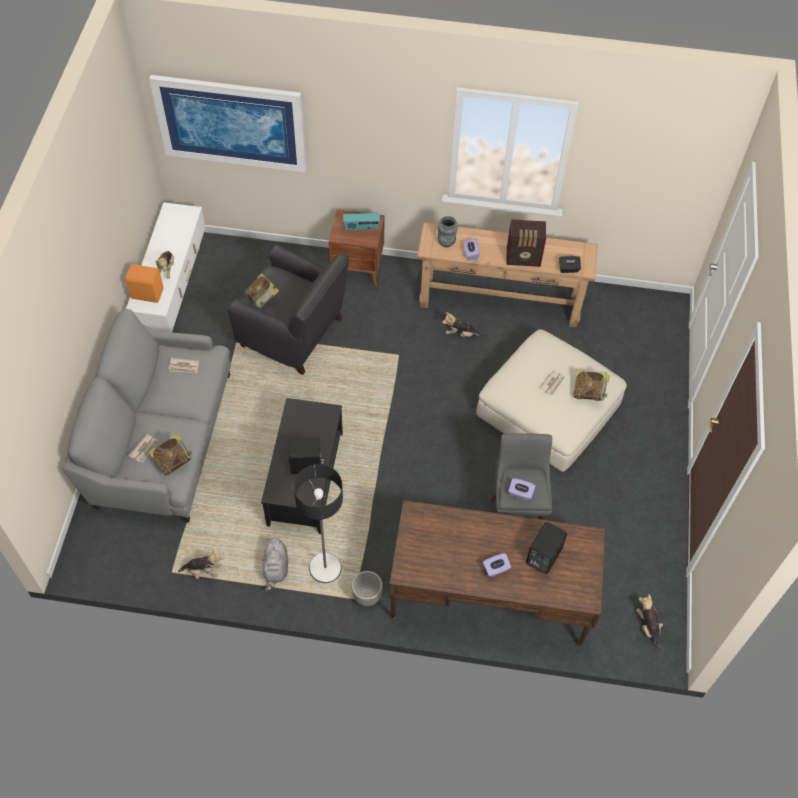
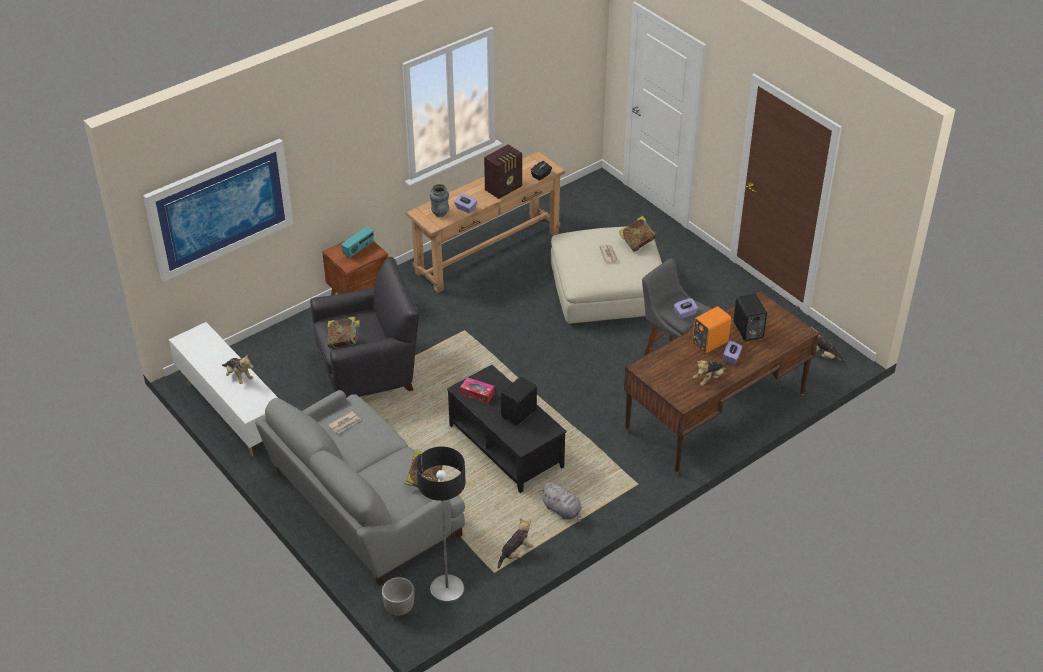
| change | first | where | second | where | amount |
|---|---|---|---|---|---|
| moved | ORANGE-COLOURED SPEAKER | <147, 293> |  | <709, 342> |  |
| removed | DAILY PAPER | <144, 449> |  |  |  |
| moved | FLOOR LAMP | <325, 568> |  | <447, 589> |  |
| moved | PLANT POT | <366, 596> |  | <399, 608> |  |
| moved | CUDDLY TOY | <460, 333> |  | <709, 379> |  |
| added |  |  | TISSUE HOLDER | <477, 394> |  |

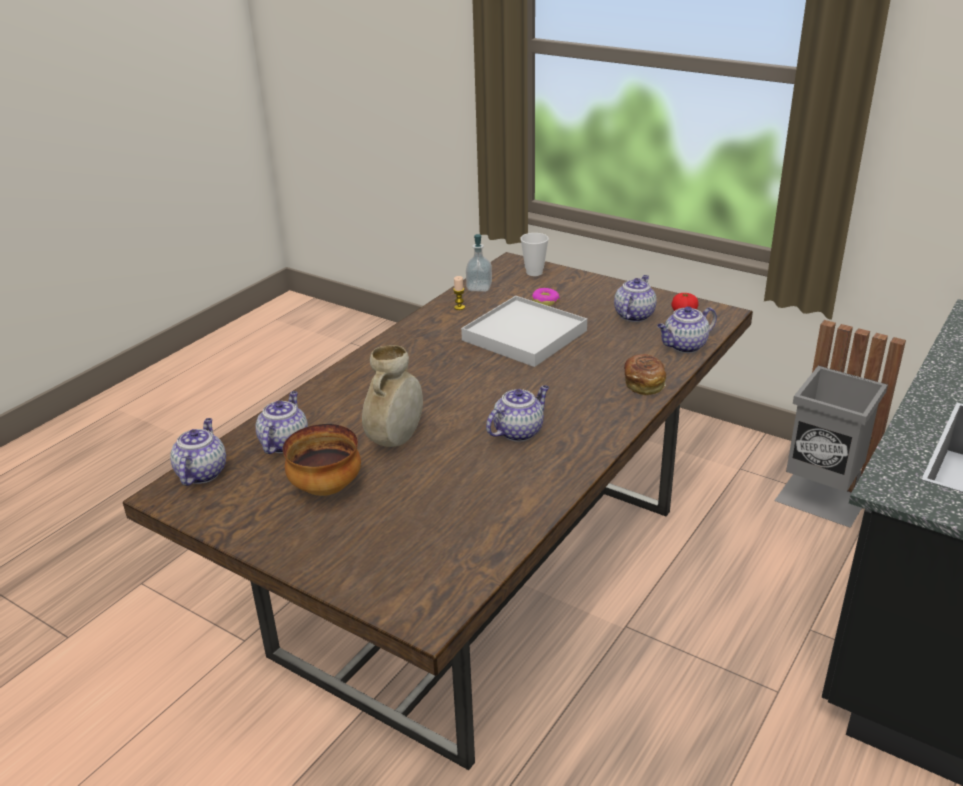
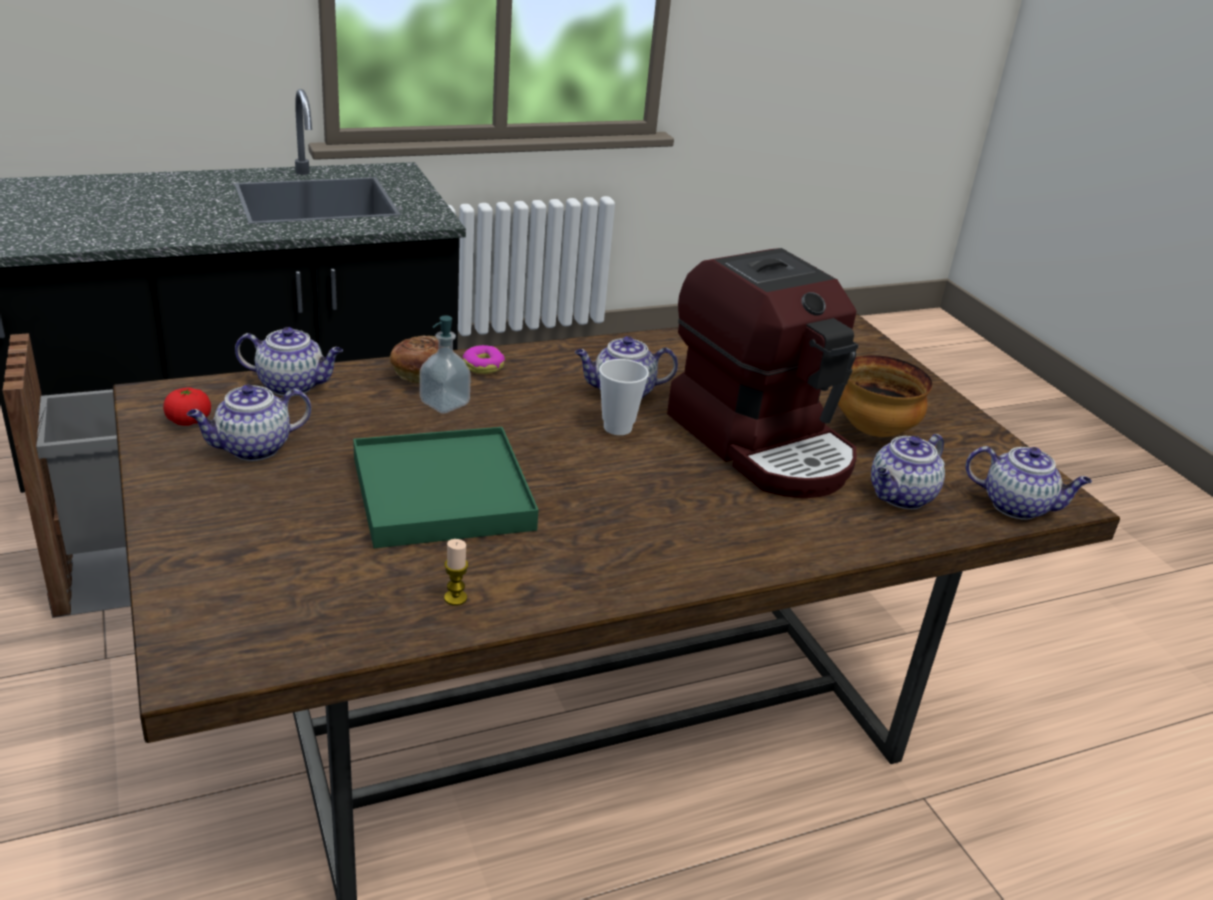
| change | first | where | second | where | amount |
|---|---|---|---|---|---|
| turned | POT FOR TEA | <201, 472> |  | <1017, 506> | 105 degrees counterclockwise |
| replaced | BEIGE-COLOURED FLOWER VASE | <396, 440> | COFFEE MAKER | <762, 442> |  |
| recoloured | WHITE TRAY | <524, 336> | GREEN TRAY | <442, 493> |  |
| moved | SOAP BOTTLE | <479, 287> |  | <444, 403> |  |
| moved | SMALL CUP | <534, 272> |  | <617, 428> |  |
| moved | DONUT | <545, 301> |  | <483, 366> |  |

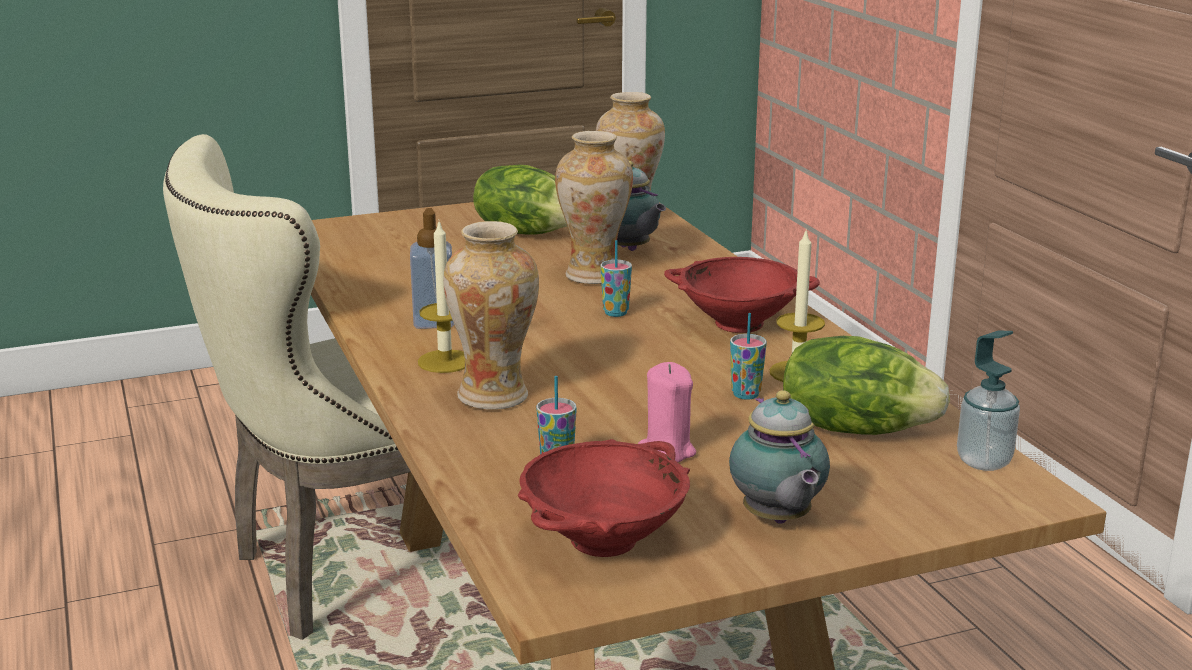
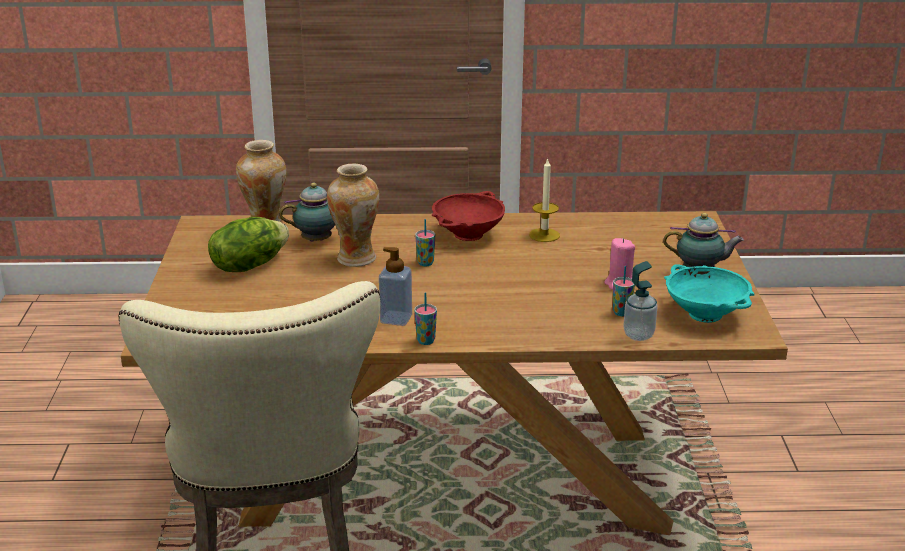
| change | first | where | second | where | amount |
|---|---|---|---|---|---|
| removed | WAX CANDLE | <445, 361> |  |  |  |
| removed | FLOWER VASE | <494, 396> |  |  |  |
| recoloured | RED DEEP DISH | <604, 540> | TURQUOISE DEEP DISH | <705, 314> |  |
| moved | SMALL CUP | <746, 394> |  | <425, 341> |  |
| removed | LETTUCE HEAD | <855, 428> |  |  |  |
| moved | SOAP BOTTLE | <984, 461> |  | <638, 335> |  |

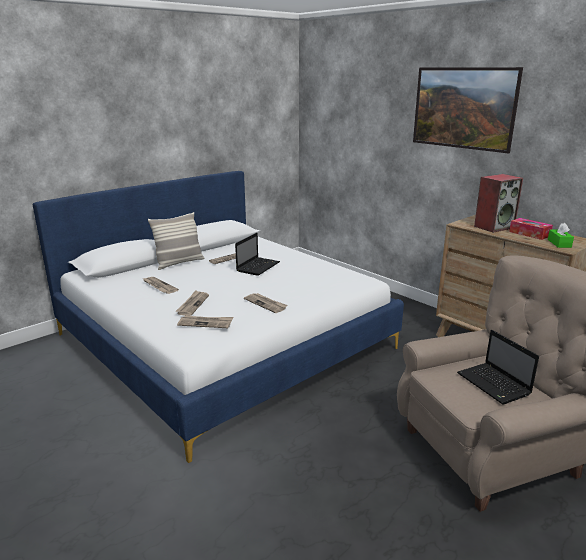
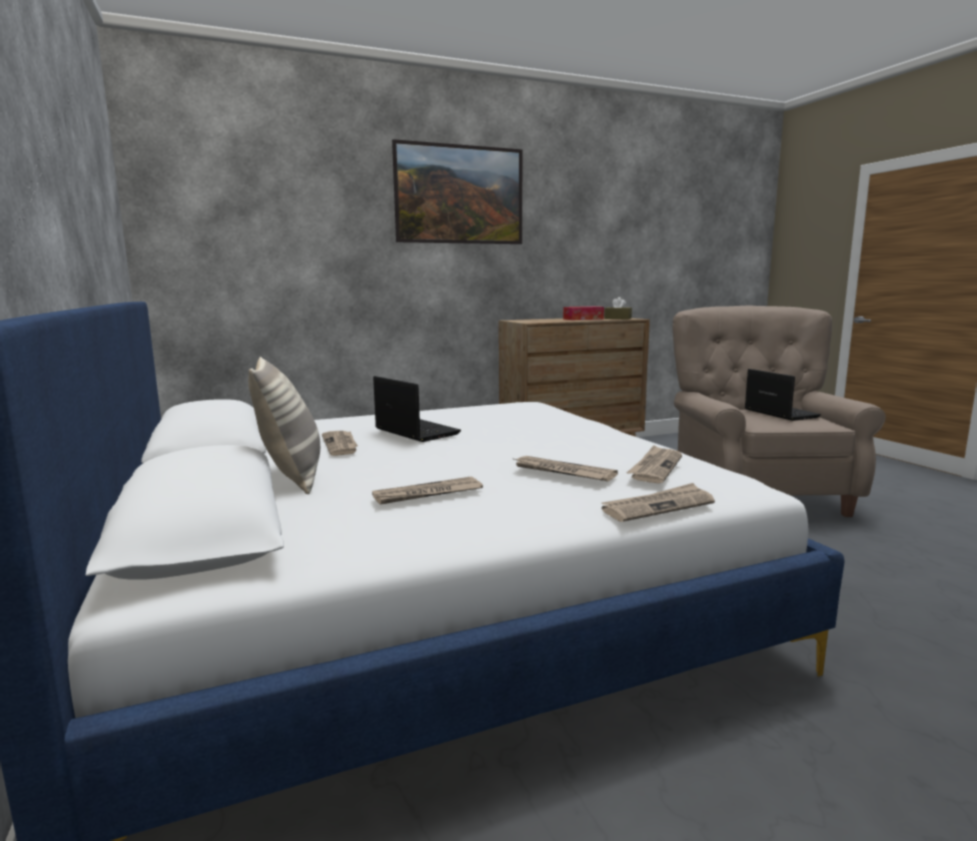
| change | first | where | second | where | amount |
|---|---|---|---|---|---|
| moved | DAILY PAPER | <266, 304> |  | <658, 506> |  |
| turned | LAPTOP | <494, 384> |  | <779, 413> | 105 degrees counterclockwise |
| removed | SPEAKER | <494, 227> |  |  |  |
| recoloured | GREEN TISSUE HOLDER | <559, 243> | BROWN-COLOURED TISSUE HOLDER | <617, 318> |  |

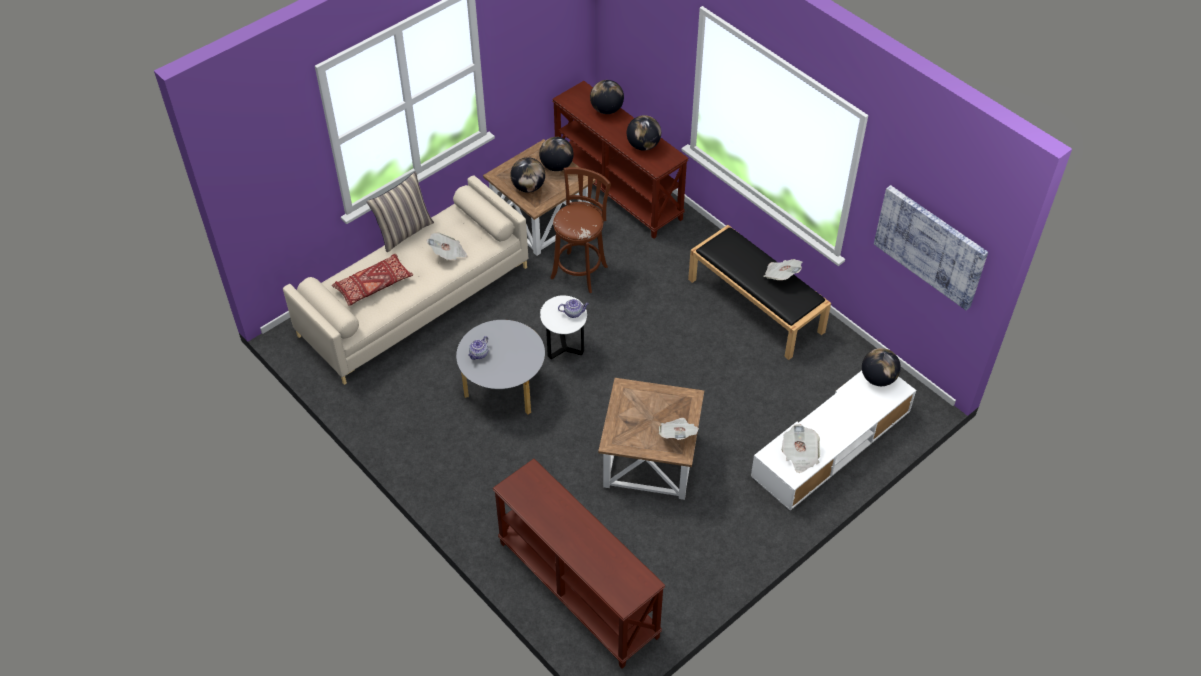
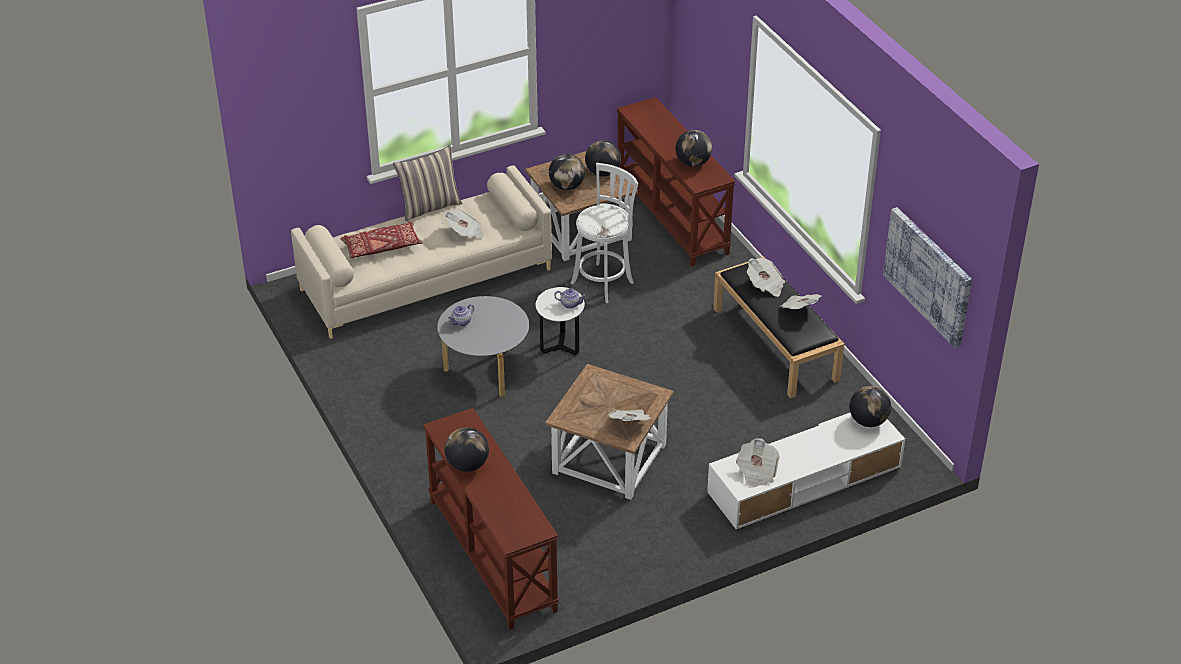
| change | first | where | second | where | amount |
|---|---|---|---|---|---|
| recoloured | BROWN-COLOURED STOOL SEAT | <580, 270> | WHITE STOOL SEAT | <604, 281> |  |
| moved | GLOBE | <606, 110> |  | <467, 465> |  |
| added |  |  | DAILY PAPER | <765, 285> |  |

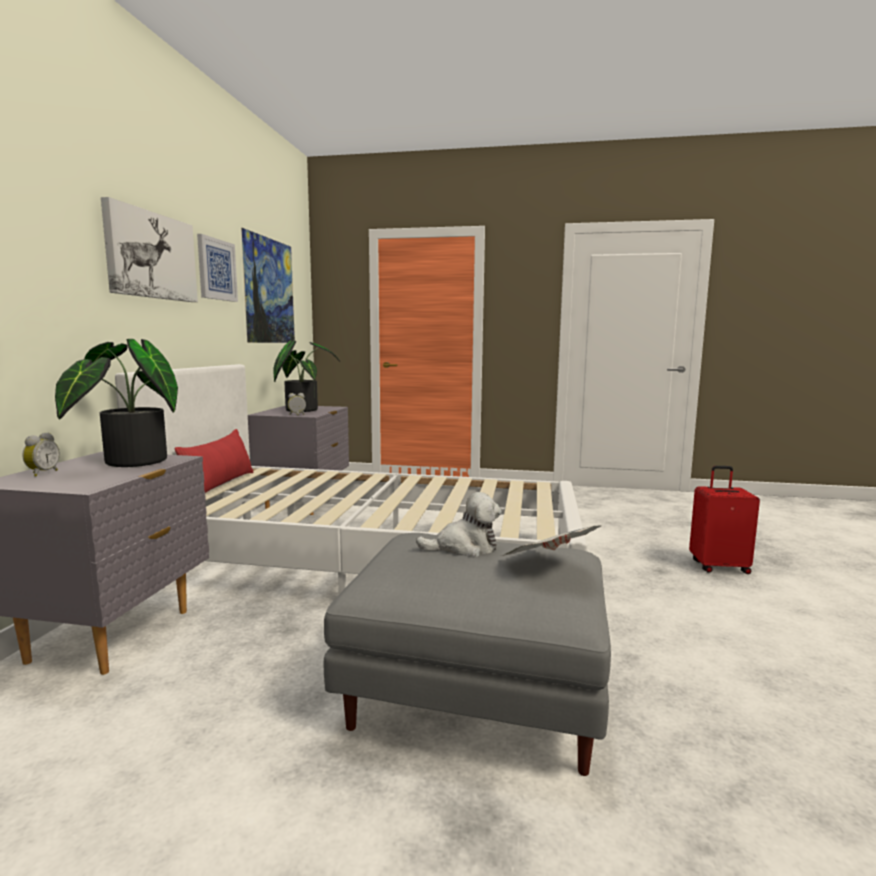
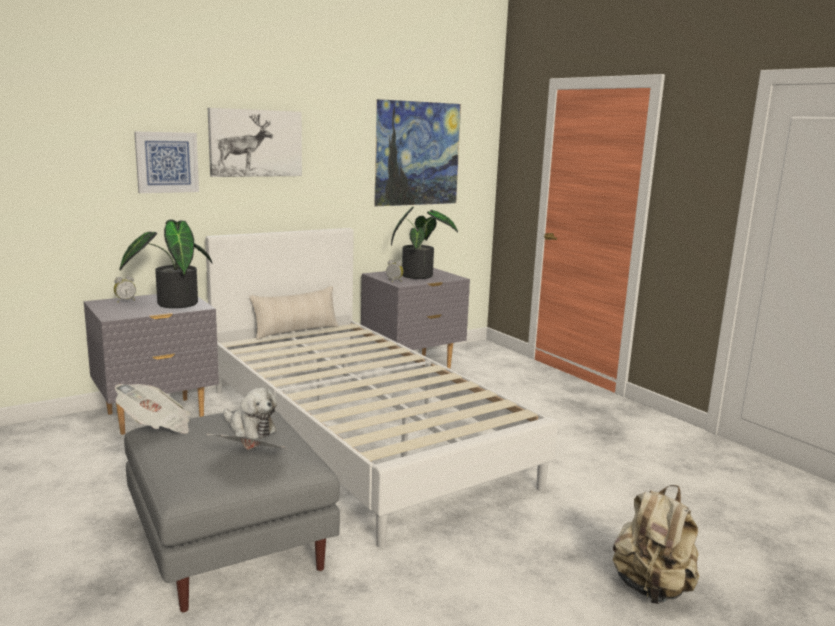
| change | first | where | second | where | amount |
|---|---|---|---|---|---|
| recoloured | RED THROW PILLOW | <220, 485> | BEIGE-COLOURED THROW PILLOW | <296, 331> |  |
| moved | WALL ART | <216, 269> |  | <167, 162> |  |
| replaced | RED SUITCASE | <718, 566> | BEIGE-COLOURED RUCKSACK | <652, 588> |  |
| added |  |  | DAILY PAPER | <156, 426> |  |

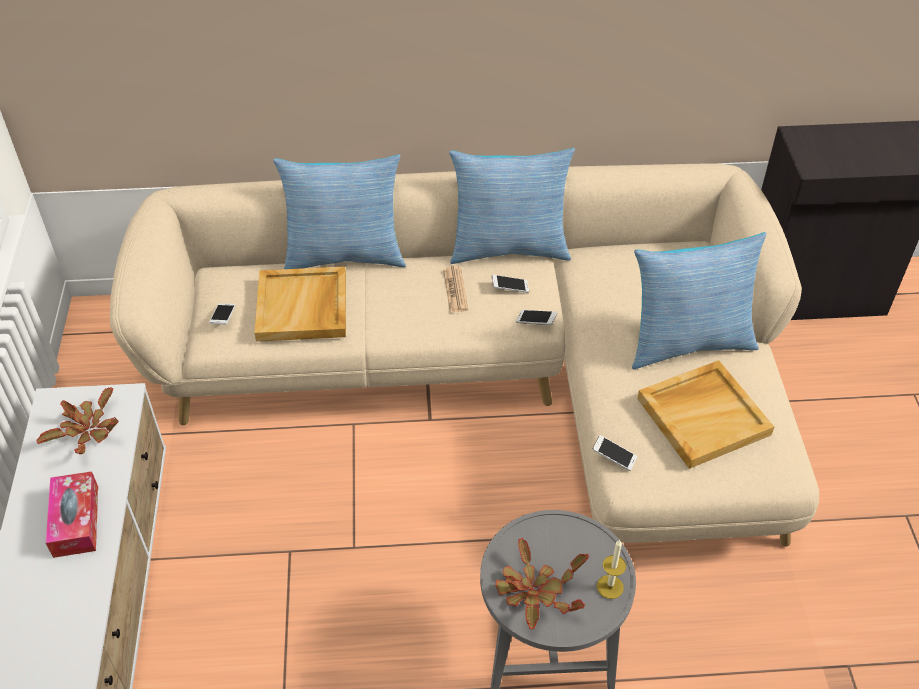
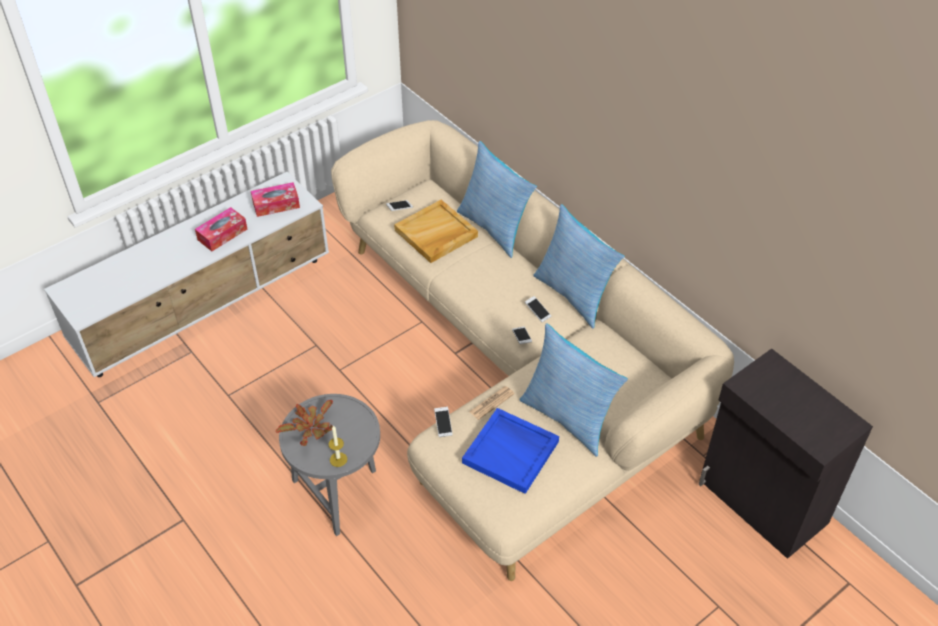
| change | first | where | second | where | amount |
|---|---|---|---|---|---|
| replaced | PLANT IN A POT | <87, 431> | TISSUE HOLDER | <276, 205> |  |
| moved | DAILY PAPER | <455, 290> |  | <491, 403> |  |
| recoloured | BEIGE-COLOURED TRAY | <703, 415> | BLUE-COLOURED TRAY | <511, 452> |  |

